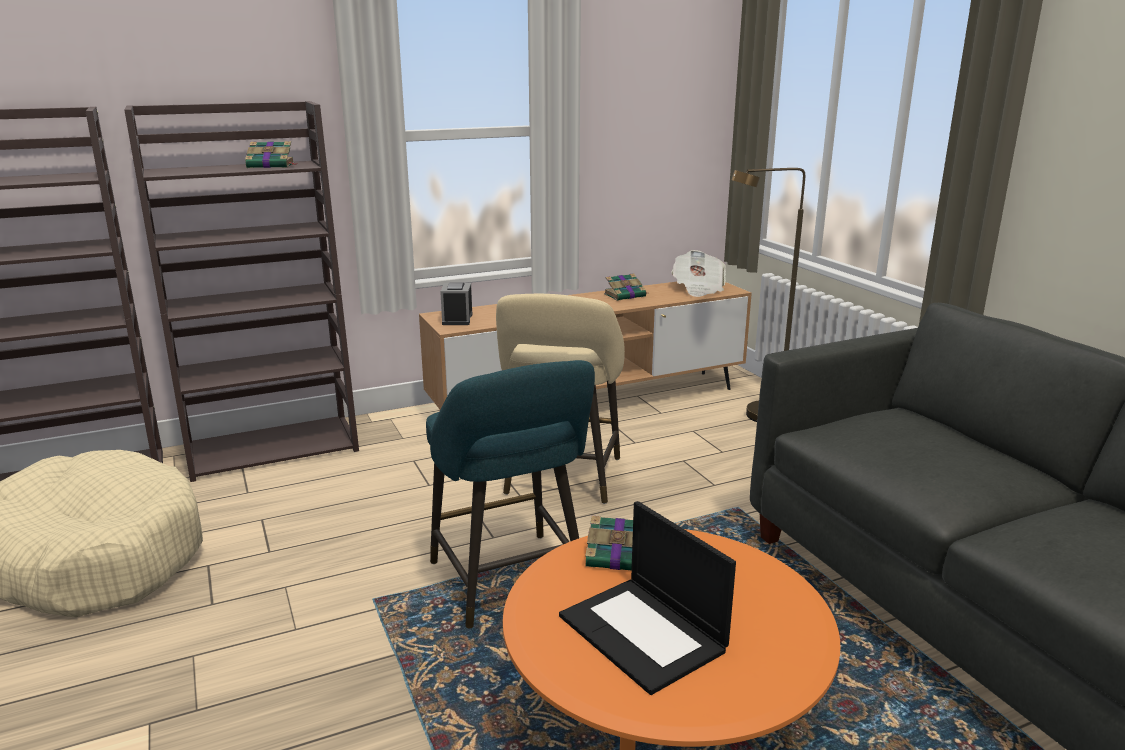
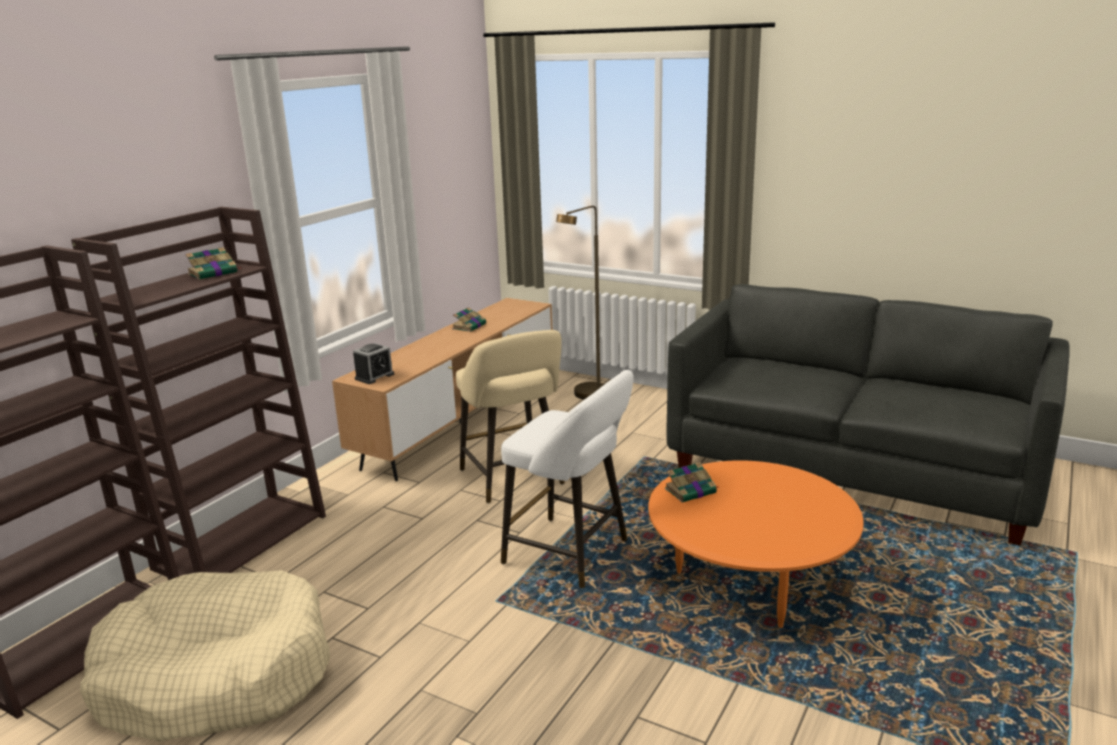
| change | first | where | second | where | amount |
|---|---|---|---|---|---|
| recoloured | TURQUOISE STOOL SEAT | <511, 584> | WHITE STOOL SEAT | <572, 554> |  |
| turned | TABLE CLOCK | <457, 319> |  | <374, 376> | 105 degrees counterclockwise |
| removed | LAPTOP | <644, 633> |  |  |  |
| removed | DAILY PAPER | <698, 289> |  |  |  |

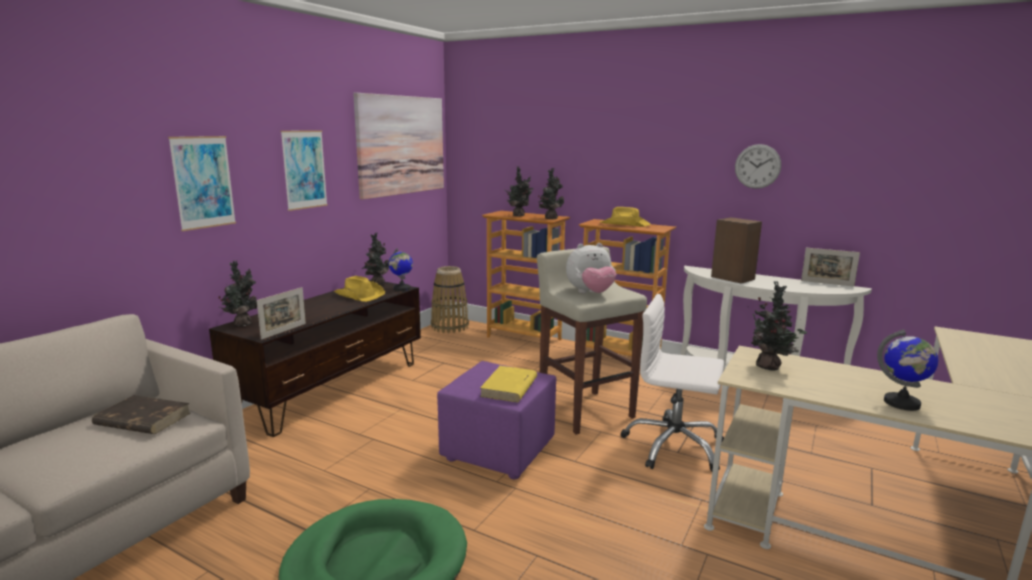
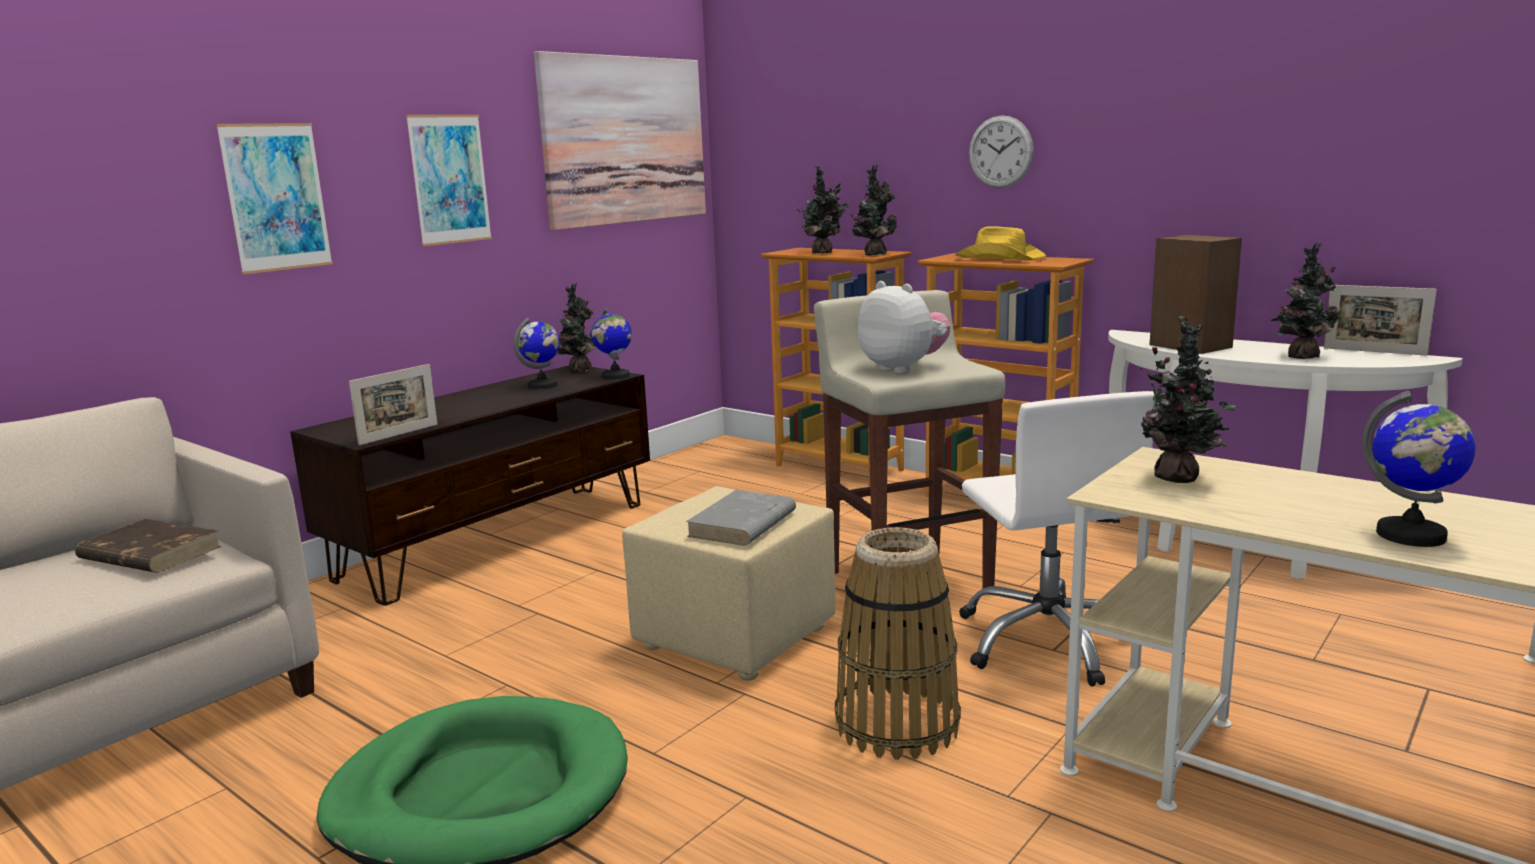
| change | first | where | second | where | amount |
|---|---|---|---|---|---|
| moved | PLANT IN A POT | <242, 324> |  | <1300, 356> |  |
| replaced | YELLOWISH HAT | <359, 295> | GLOBE | <542, 385> |  |
| moved | HOUSEHOLD BASKET | <450, 327> |  | <897, 724> |  |
| recoloured | PURPLE-COLOURED FOOTREST | <497, 451> | BEIGE-COLOURED FOOTREST | <733, 638> |  |
| recoloured | YELLOWISH BOUND BOOK | <509, 387> | GRAY BOUND BOOK | <742, 524> |  |
| turned | CUDDLY TOY | <590, 293> |  | <903, 369> | 120 degrees counterclockwise |
| turned | WHITE OFFICE CHAIR | <673, 446> |  | <1048, 641> | 135 degrees counterclockwise |
| moved | CLOCK ON THE WALL | <757, 166> |  | <1000, 152> |  |

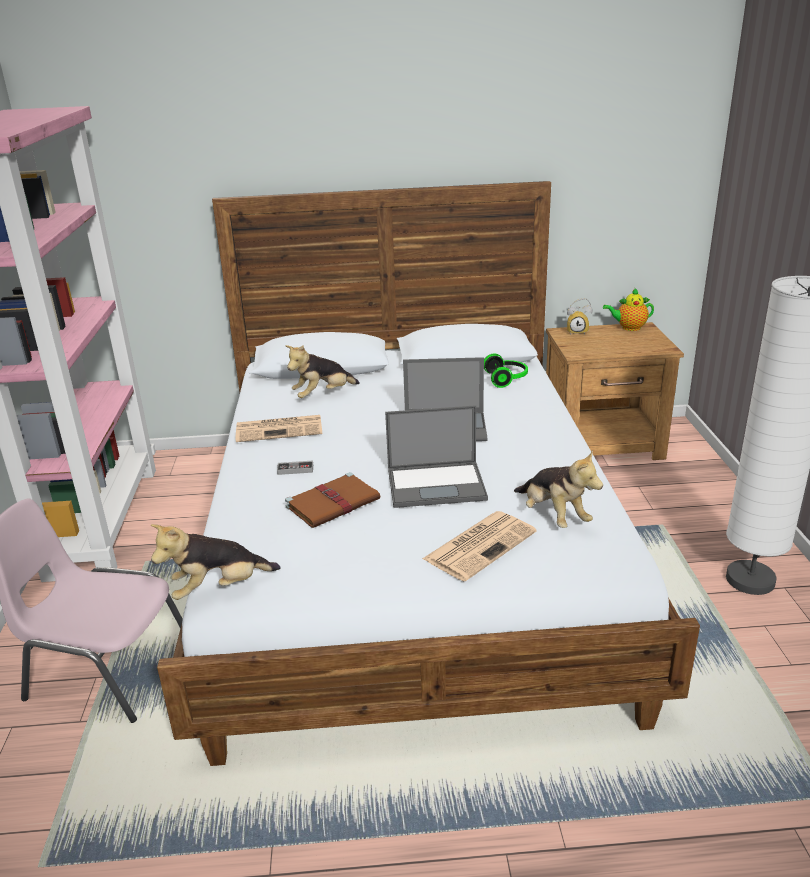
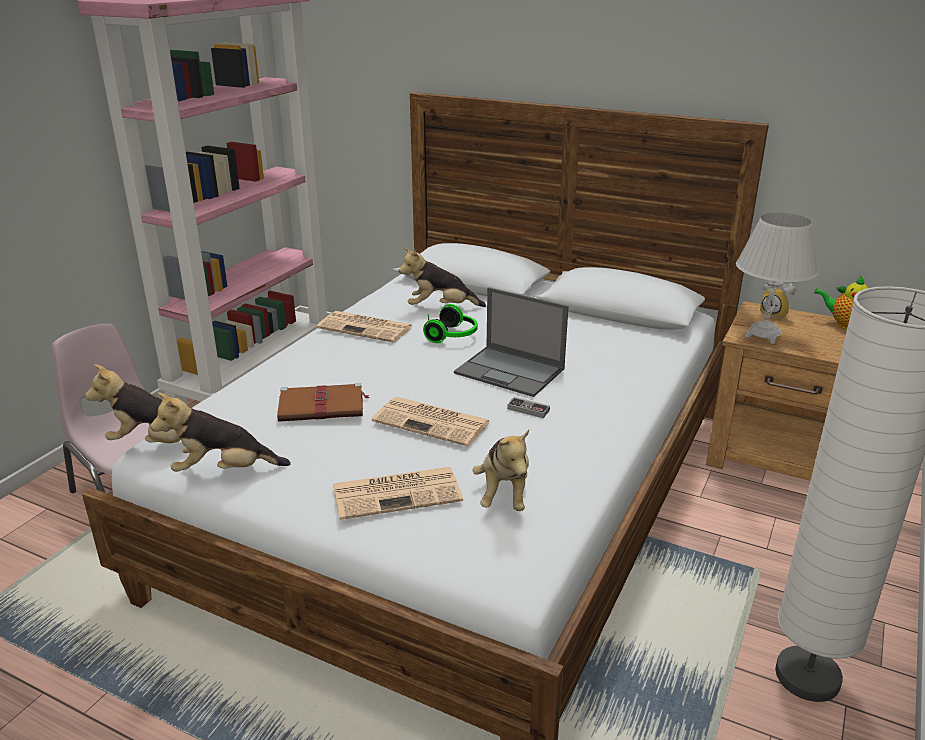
| change | first | where | second | where | amount |
|---|---|---|---|---|---|
| moved | GAMEPAD | <295, 469> |  | <528, 409> |  |
| replaced | LAPTOP | <437, 484> | DAILY PAPER | <433, 422> |  |
| moved | HEADSET | <506, 379> |  | <454, 336> |  |
| added |  |  | CUDDLY TOY | <223, 471> |  |
| added |  |  | WHITE TABLETOP LAMP | <763, 335> |  |

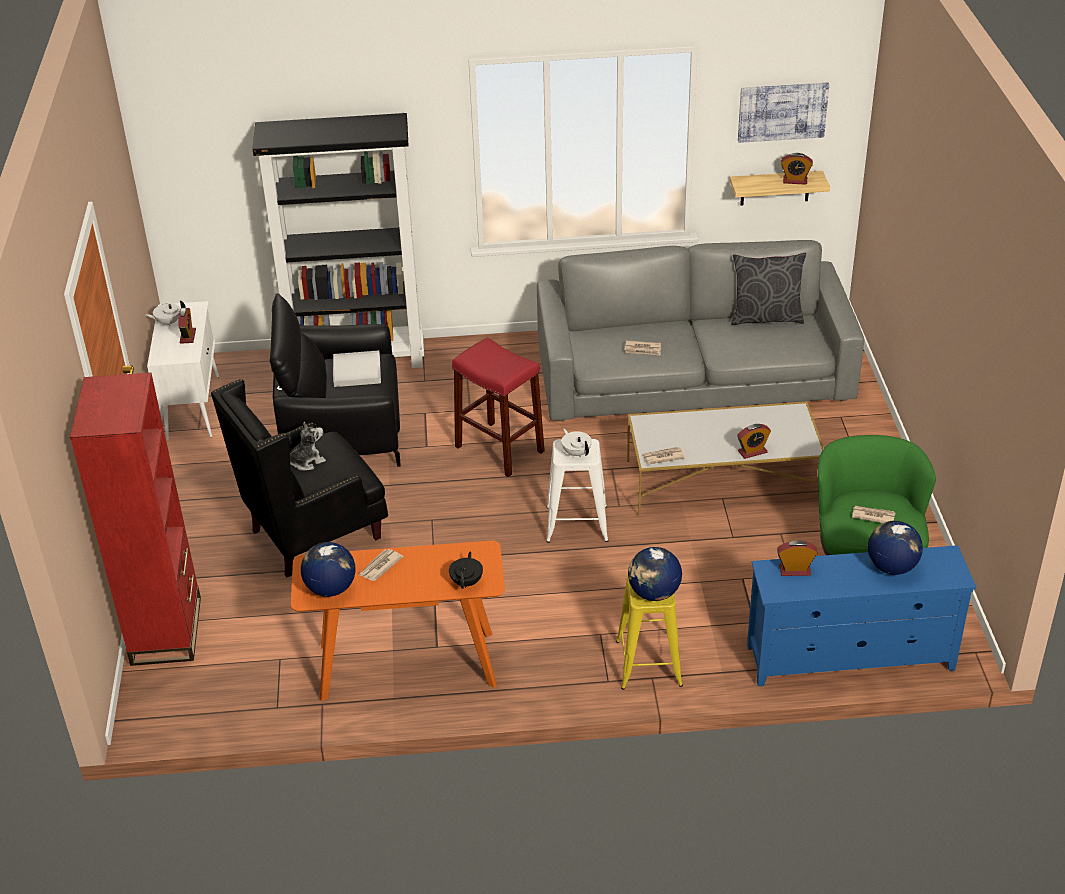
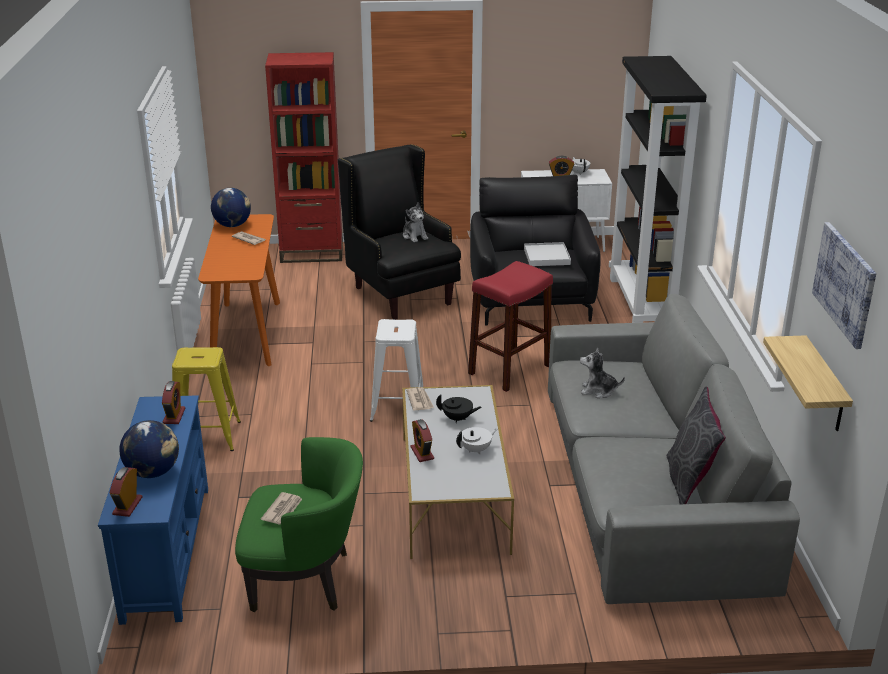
| change | first | where | second | where | amount |
|---|---|---|---|---|---|
| moved | BLACK POT FOR TEA | <467, 582> |  | <458, 419> |  |
| moved | WHITE POT FOR TEA | <576, 452> |  | <476, 450> |  |
| replaced | DAILY PAPER | <643, 349> | CUDDLY TOY | <598, 391> |  |
| removed | GLOBE | <654, 593> |  |  |  |
| moved | TABLE CLOCK | <795, 181> |  | <127, 506> |  |

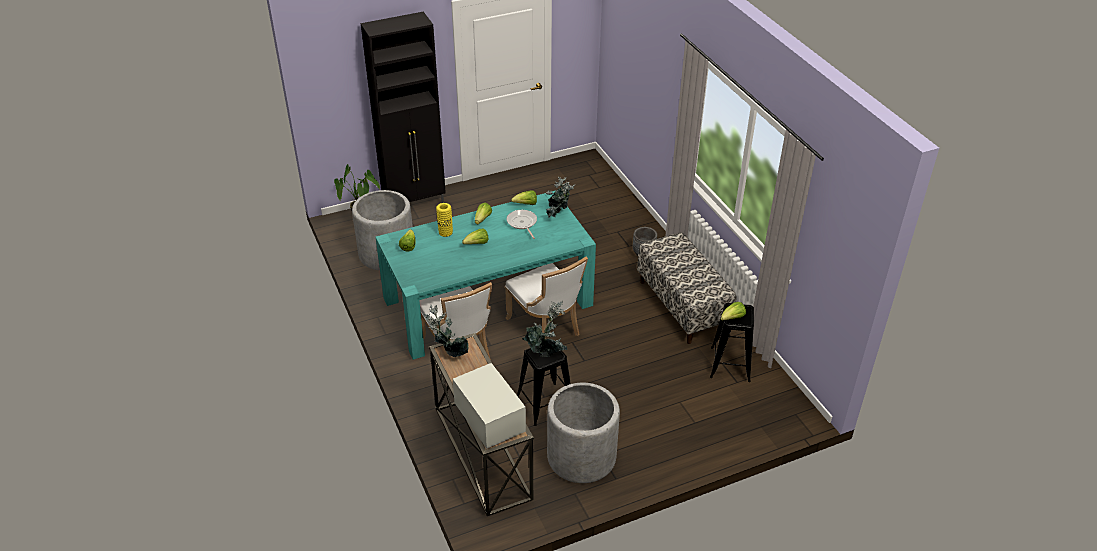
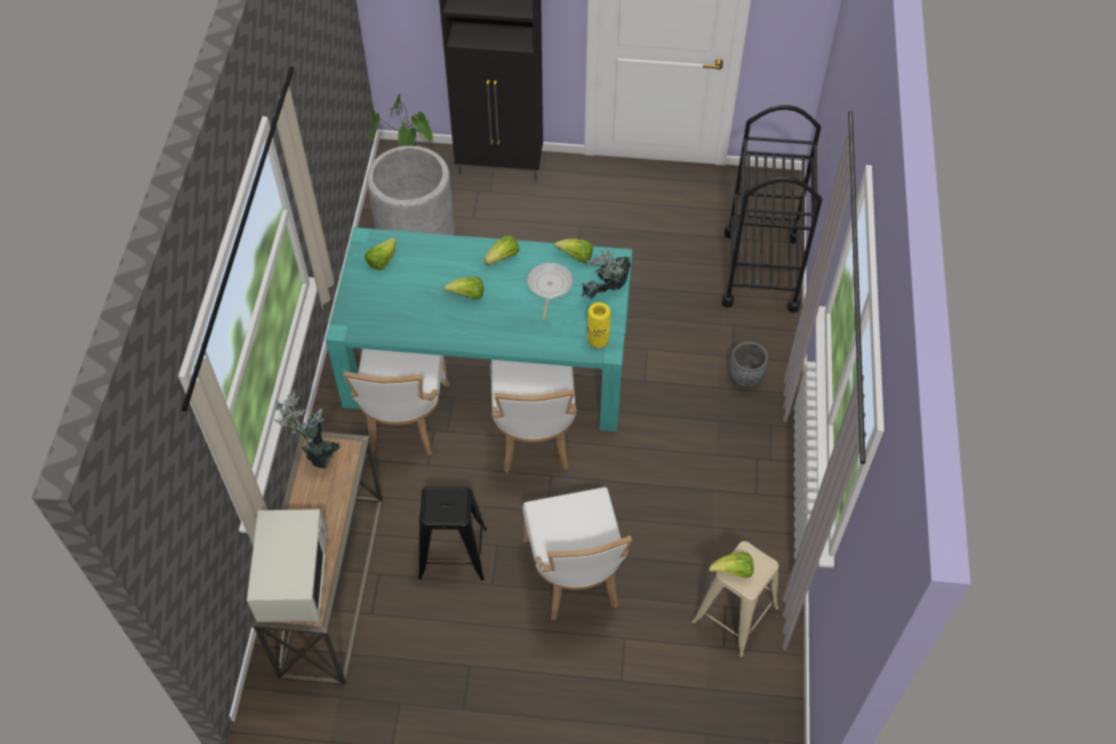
| change | first | where | second | where | amount |
|---|---|---|---|---|---|
| moved | YELLOWISH FLOWER VASE | <445, 232> |  | <598, 340> |  |
| removed | PLANT IN A POT | <546, 351> |  |  |  |
| removed | GRAY PLANT POT | <581, 457> |  |  |  |
| removed | BENCH | <682, 306> |  |  |  |
| recoloured | BLACK STOOL SEAT | <730, 364> | BEIGE-COLOURED STOOL SEAT | <735, 614> |  |
| added |  |  | WHITE CHAIR | <575, 575> |  |
| added |  |  | BLACK TROLLEY | <761, 270> |  |

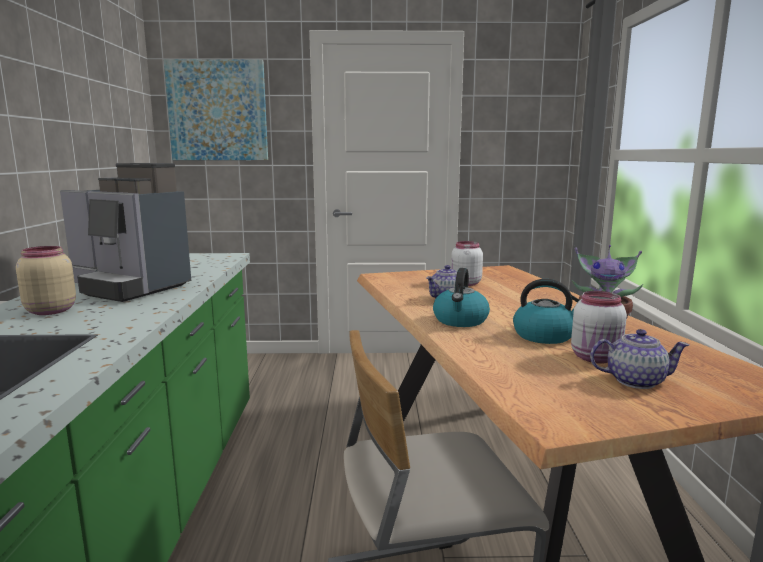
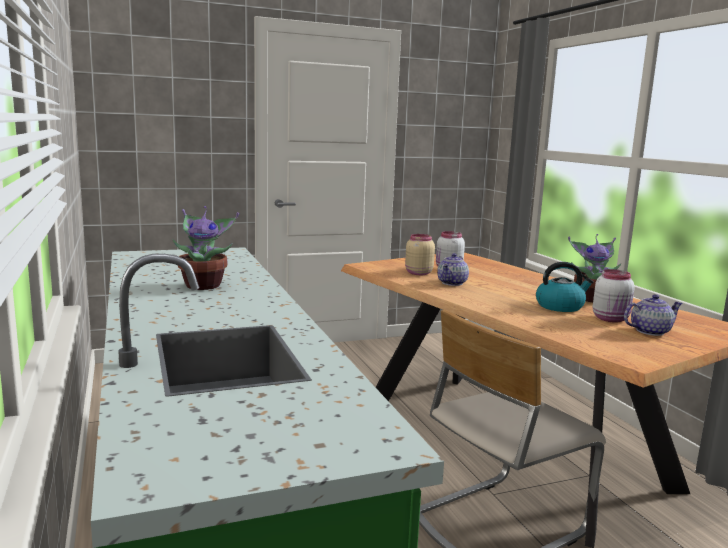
| change | first | where | second | where | amount |
|---|---|---|---|---|---|
| moved | BEIGE-COLOURED STORAGE JAR | <49, 310> |  | <417, 273> |  |
| replaced | COFFEE MAKER | <130, 287> | PLANT IN A POT | <204, 285> |  |
| removed | WALL ART | <218, 111> |  |  |  |
| removed | KETTLE | <460, 321> |  |  |  |

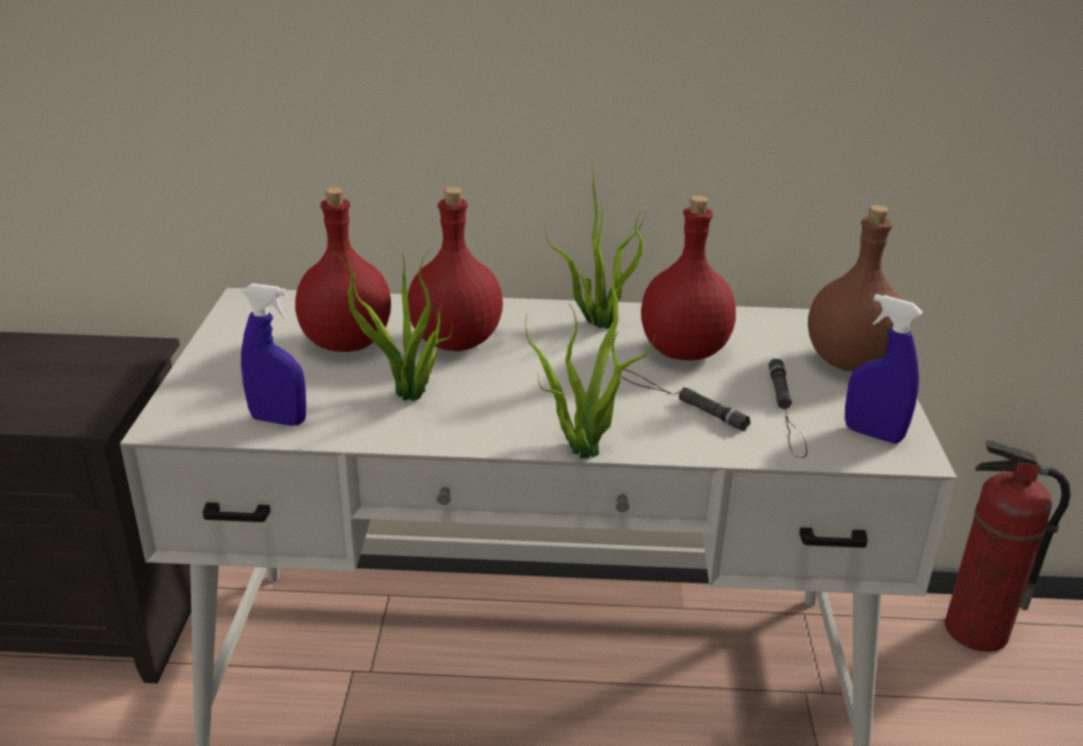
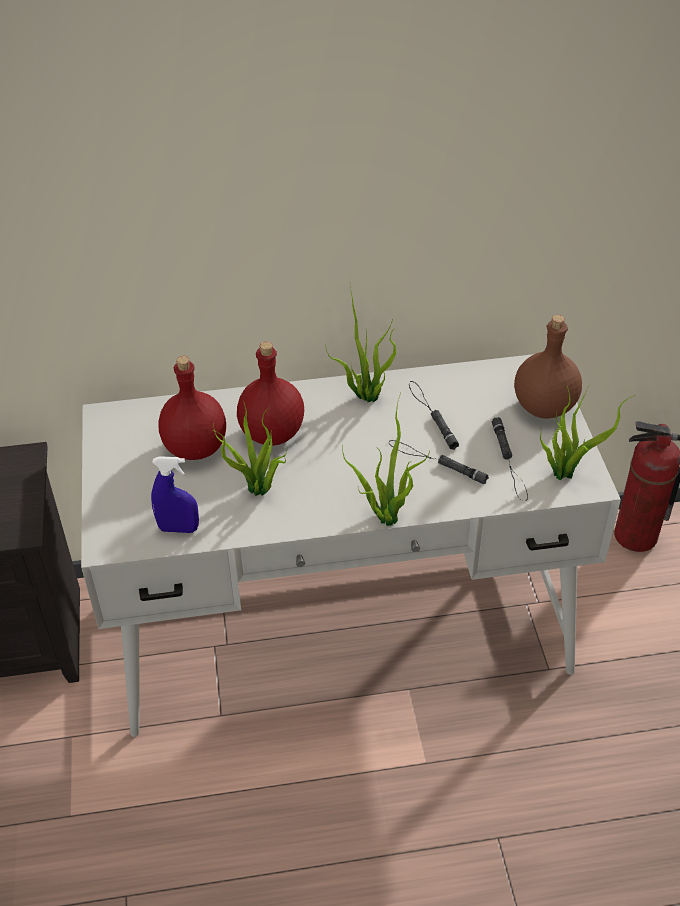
| change | first | where | second | where | amount |
|---|---|---|---|---|---|
| replaced | RED BEVERAGE BOTTLE | <684, 350> | BLACK TORCH | <431, 415> |  |
| replaced | BLUE-COLOURED SPRAY BOTTLE | <873, 434> | PLANT IN A POT | <566, 472> |  |

